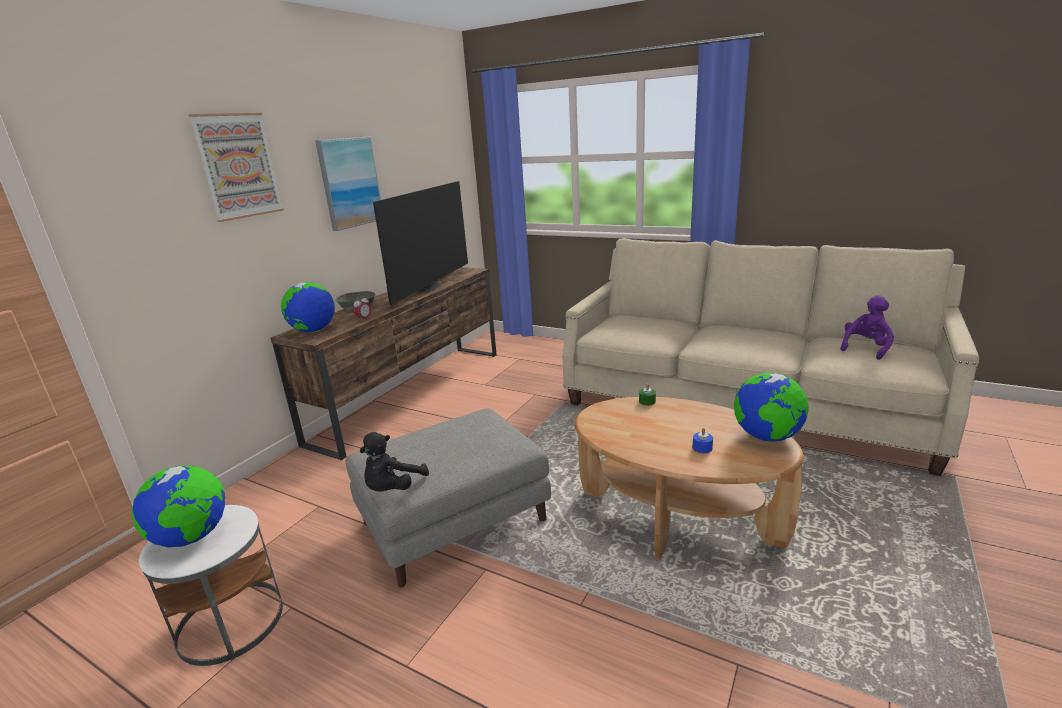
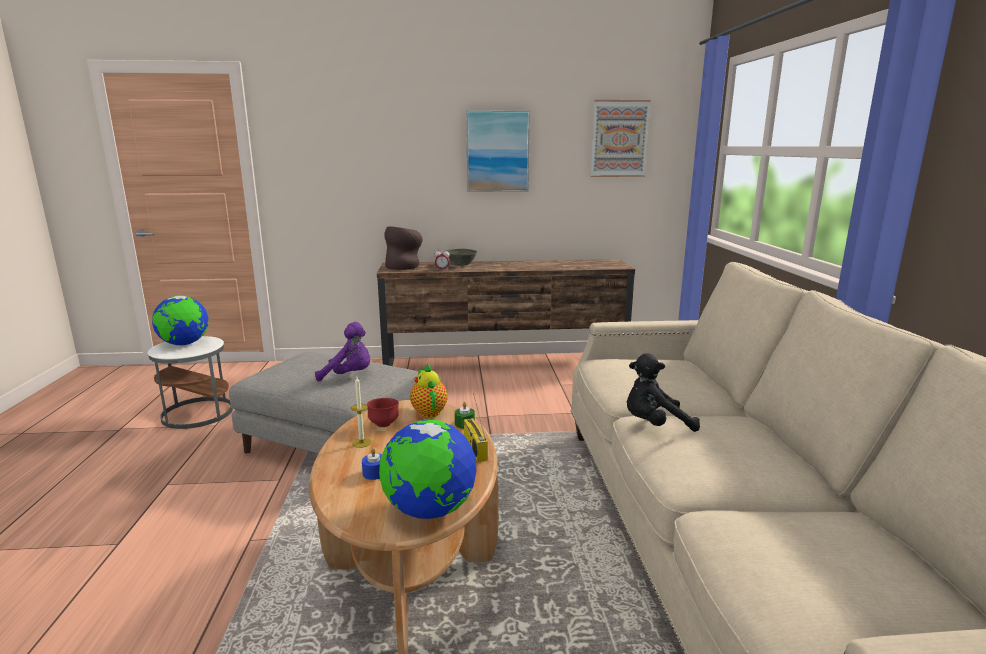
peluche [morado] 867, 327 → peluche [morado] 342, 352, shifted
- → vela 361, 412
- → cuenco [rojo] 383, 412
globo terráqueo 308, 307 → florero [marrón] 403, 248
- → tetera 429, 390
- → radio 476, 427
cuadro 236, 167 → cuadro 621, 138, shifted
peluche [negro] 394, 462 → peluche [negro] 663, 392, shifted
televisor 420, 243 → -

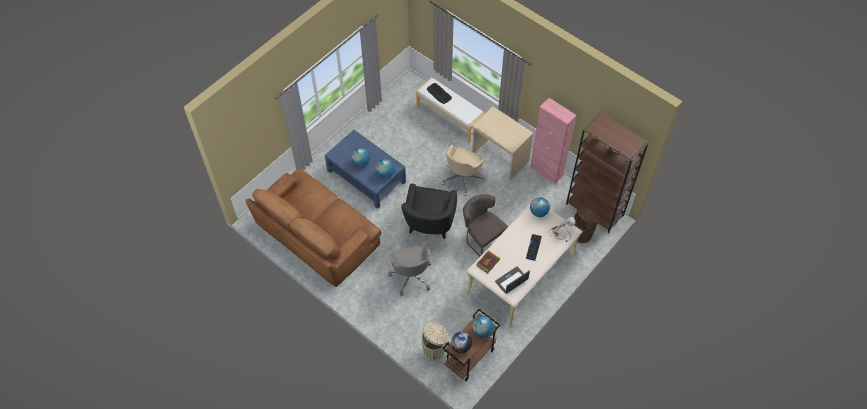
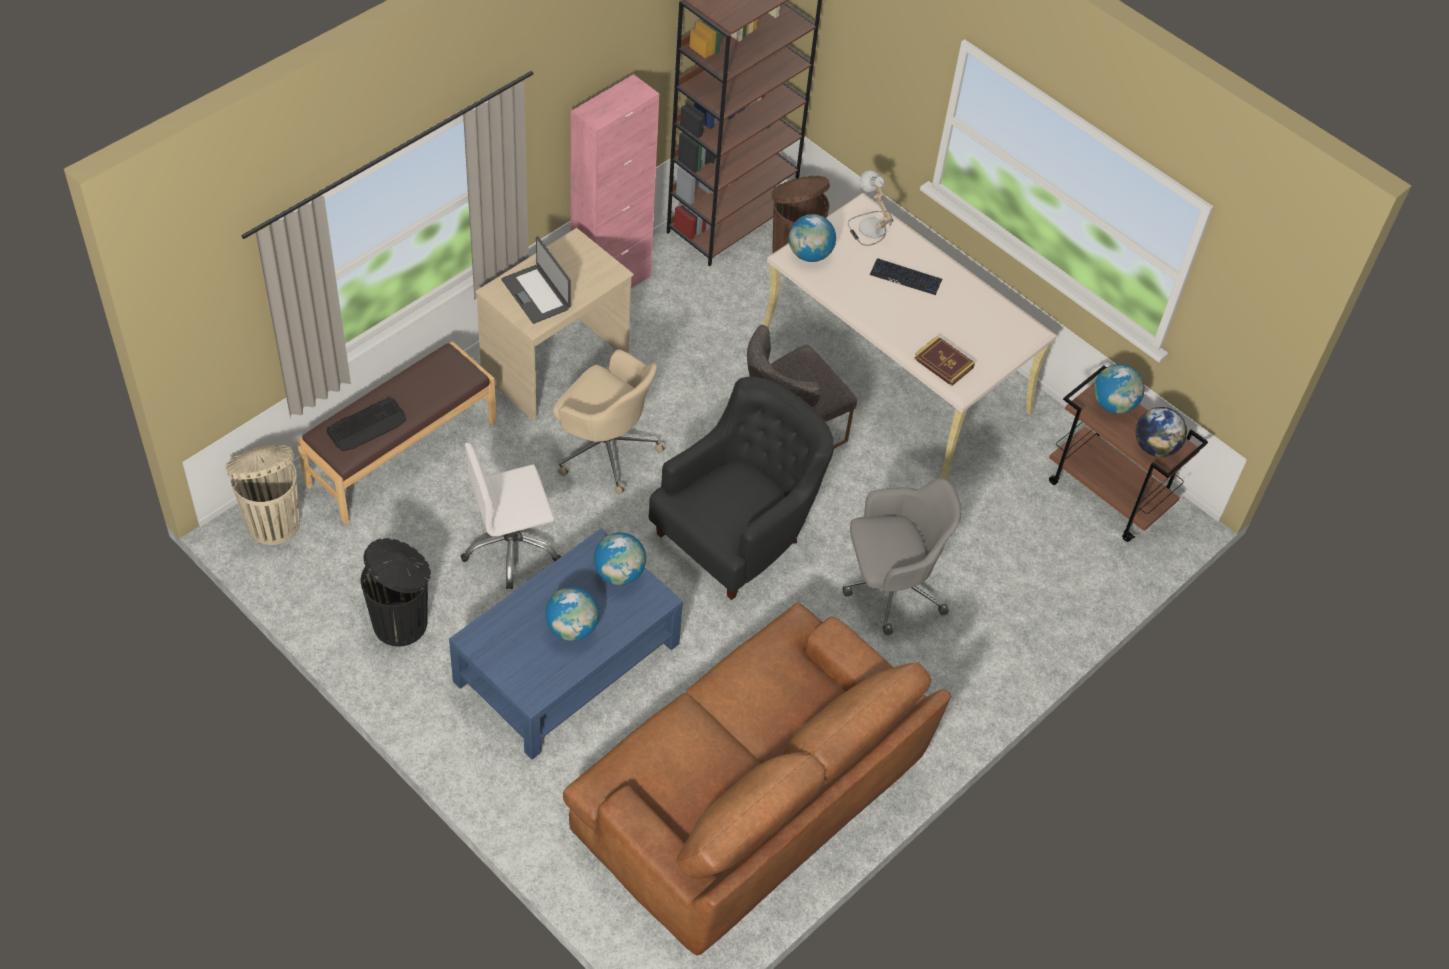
papelera [beis] 435, 341 → papelera [beis] 263, 494, shifted
banco [blanco] 450, 110 → banco [marrón] 397, 433
- → papelera [negro] 396, 592
- → silla de oficina [blanco] 511, 516
portátil 512, 280 → portátil 536, 280, shifted
sillón [negro] 429, 211 → sillón [negro] 741, 488, 60 degrees counterclockwise

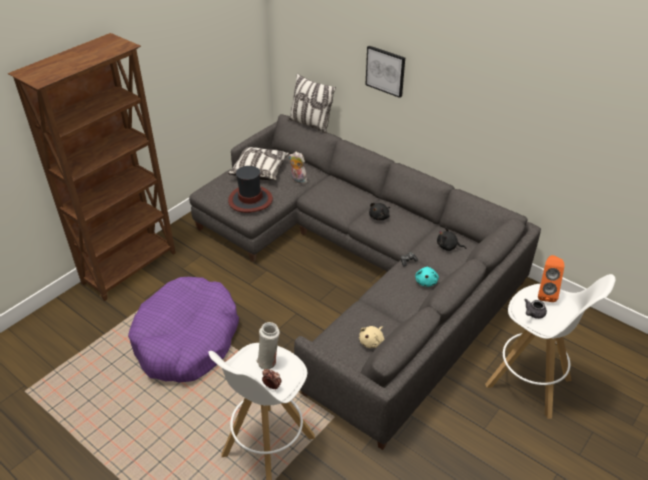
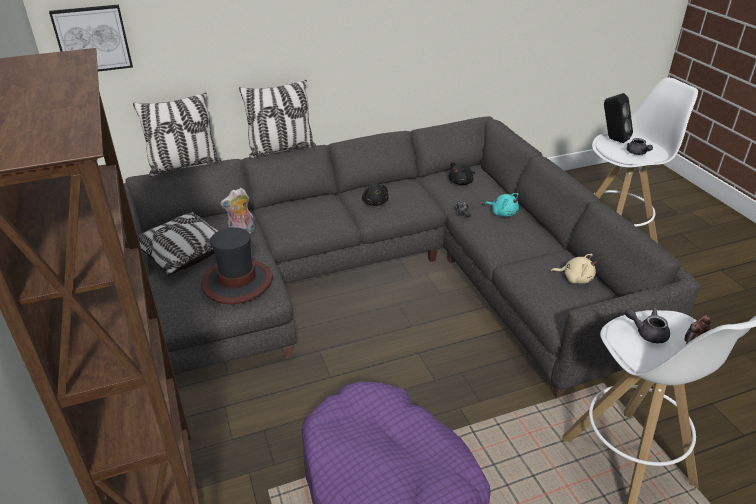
cuadro 385, 72 → cuadro 91, 38, shifted
- → cojín 277, 119
peluche [beis] 371, 337 → peluche [beis] 573, 269, 45 degrees counterclockwise
altavoz [naranja] 551, 278 → altavoz [negro] 618, 118
florero [blanco] 268, 346 → tetera [gris] 647, 325

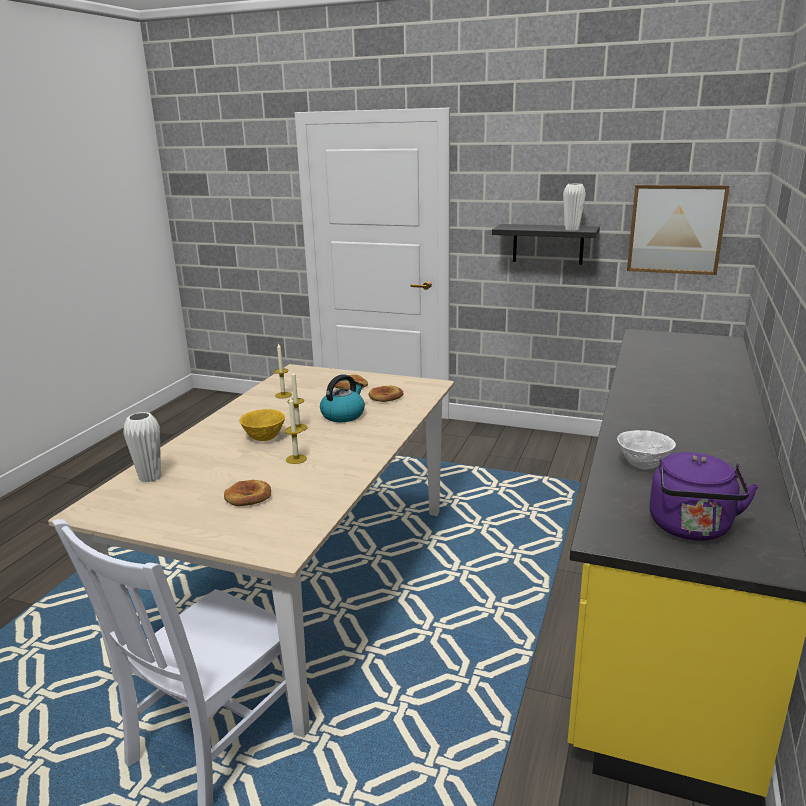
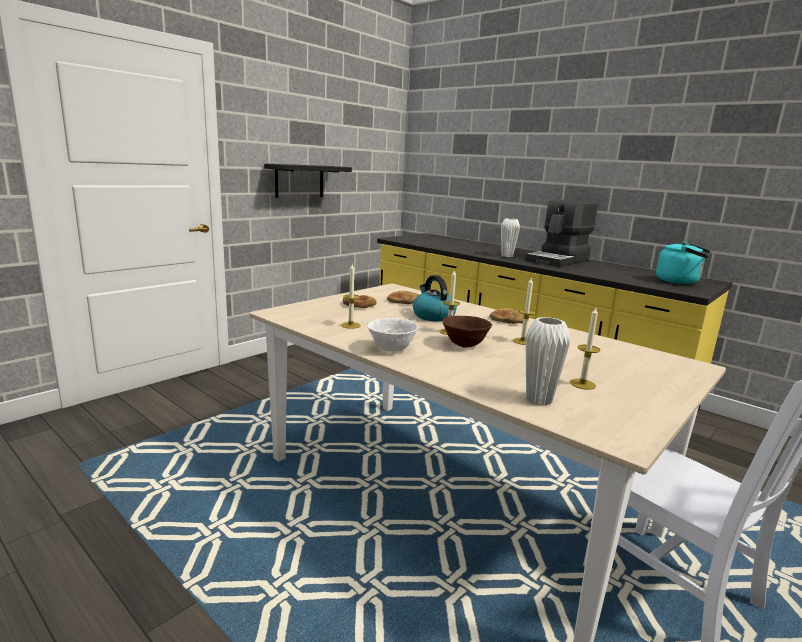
cuenco [blanco] 646, 450 → cuenco [blanco] 392, 334, shifted
cuenco [amarillo] 262, 425 → cuenco [marrón] 467, 332
pan 247, 493 → pan 506, 316, shifted
florero [blanco] 574, 207 → florero [blanco] 510, 237, shifted
- → cafetera 561, 233
- → vela 585, 348
hervidor [morado] 704, 496 → hervidor [turquesa] 683, 263
cuadro 678, 230 → -

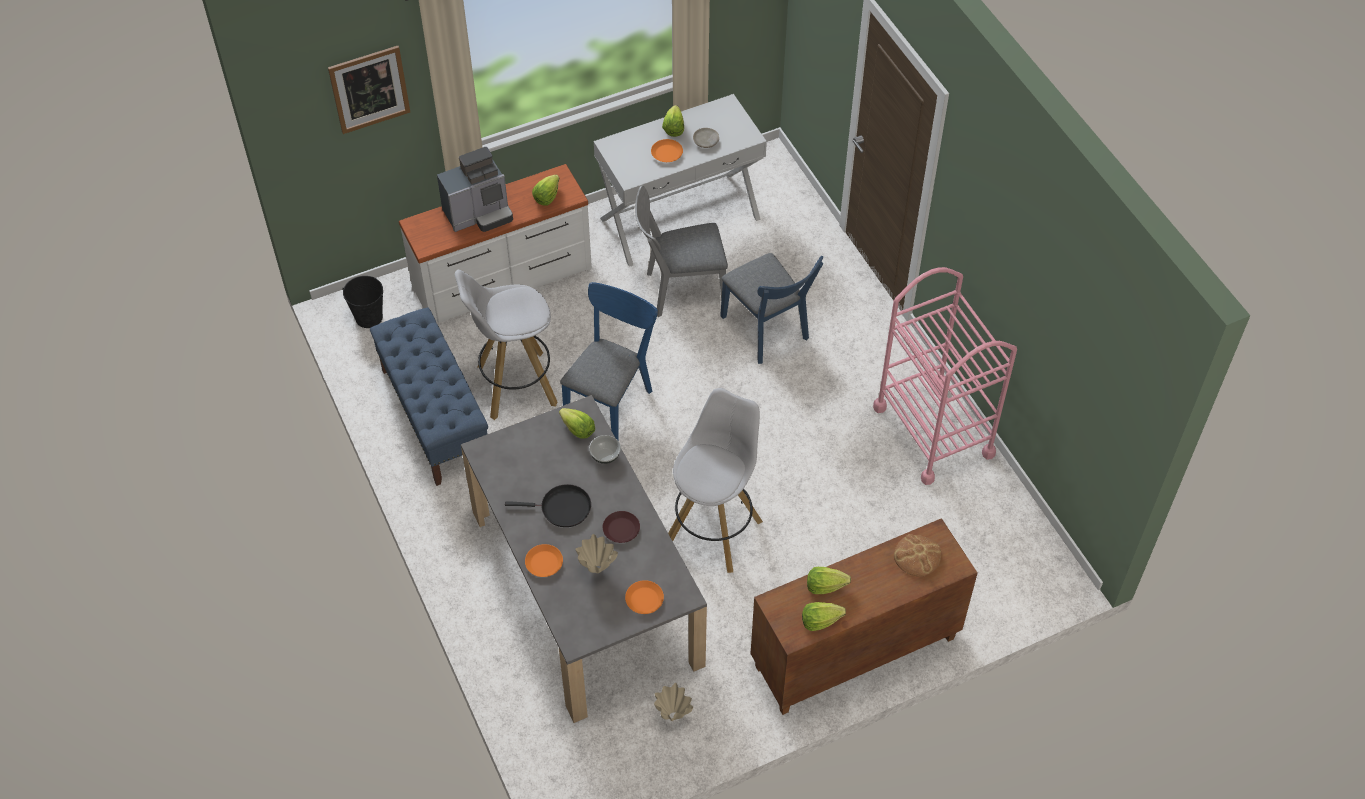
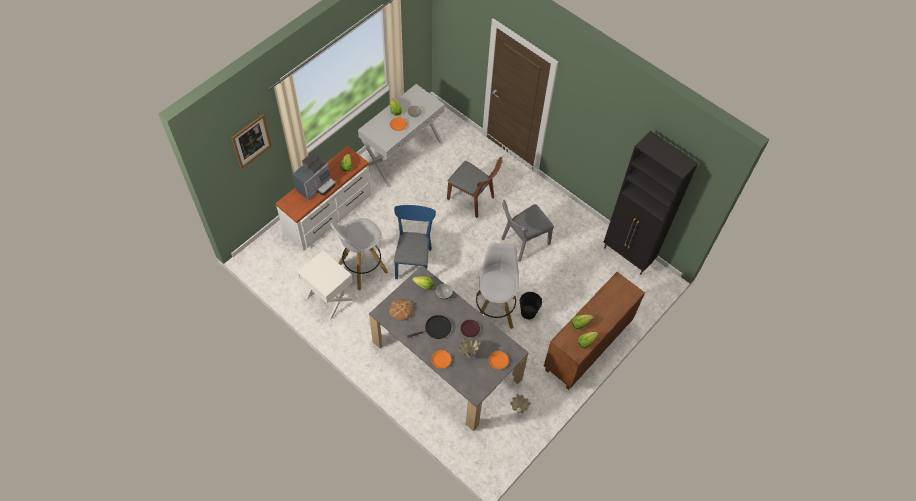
banco [azul] 429, 397 → mesita de noche [blanco] 326, 285
pan 917, 555 → pan 401, 310, shifted
silla [azul] 771, 308 → silla [marrón] 475, 187
silla [gris] 681, 251 → silla [gris] 528, 231, shifted
cubo [negro] 362, 302 → cubo [negro] 531, 305, shifted
- → armario [negro] 651, 203
carrito [rosa] 945, 376 → -

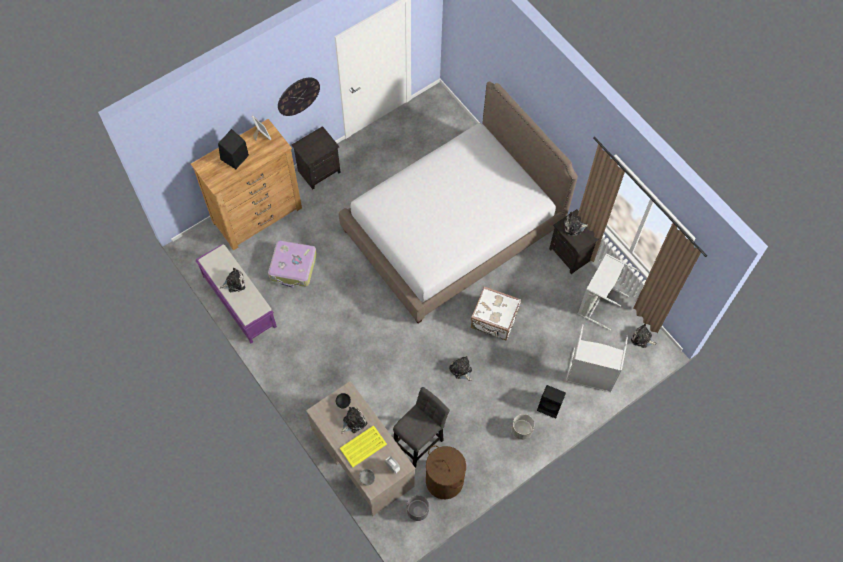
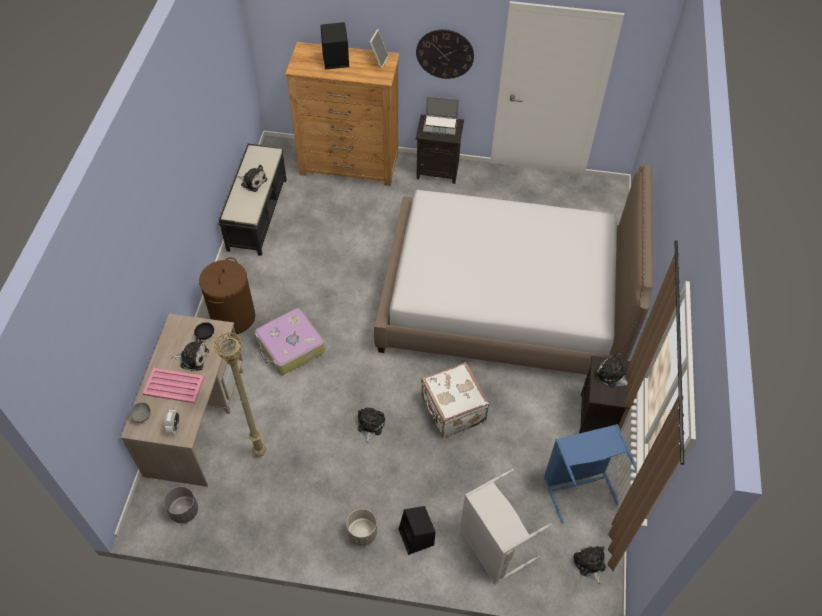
bandeja [amarillo] 363, 446 → bandeja [rosa] 173, 385
cesto de la ropa [marrón] 446, 472 → cesto de la ropa [marrón] 227, 295, shifted
taburete [gris] 421, 427 → lámpara de pie [beis] 239, 394
banco [morado] 236, 293 → banco [negro] 252, 200
maleta 292, 264 → maleta 290, 341, shifted
- → portátil 441, 115
cesto de la ropa [gris] 609, 292 → cesto de la ropa [azul] 590, 474

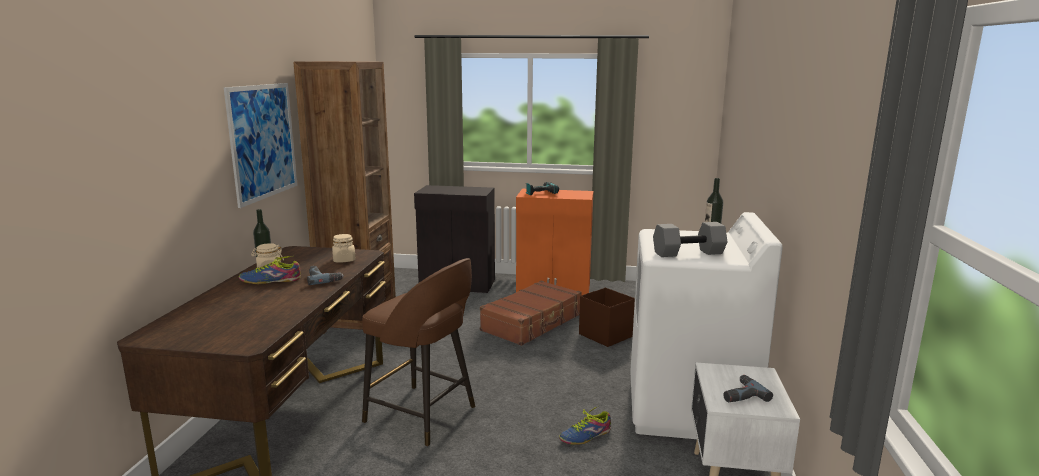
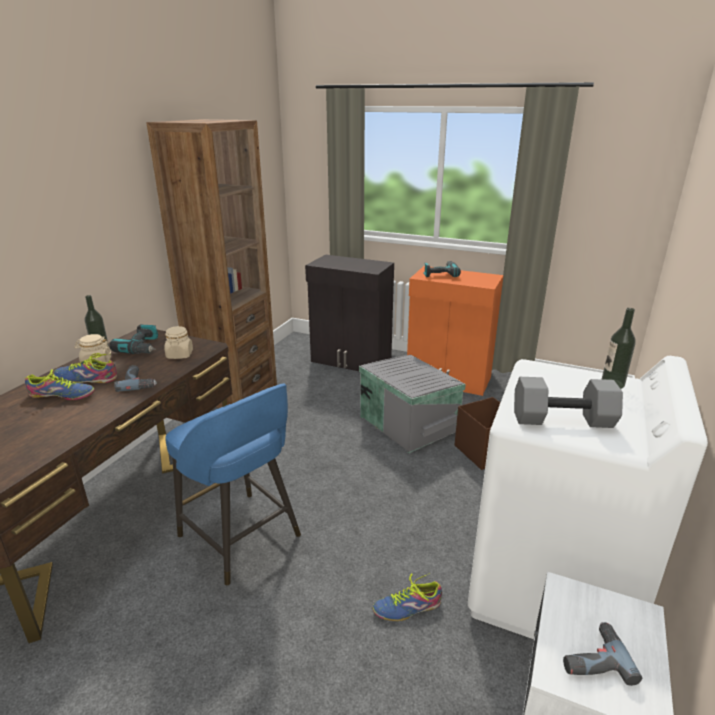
- → zapato 60, 384
- → taladro 133, 339
taburete [marrón] 418, 352 → taburete [azul] 233, 484
maleta [marrón] 531, 313 → caja de almacenaje [gris] 412, 404
cuadro 260, 145 → -

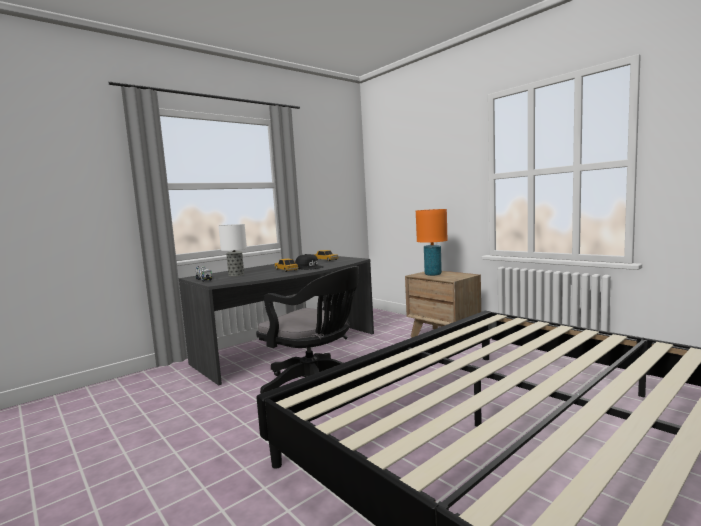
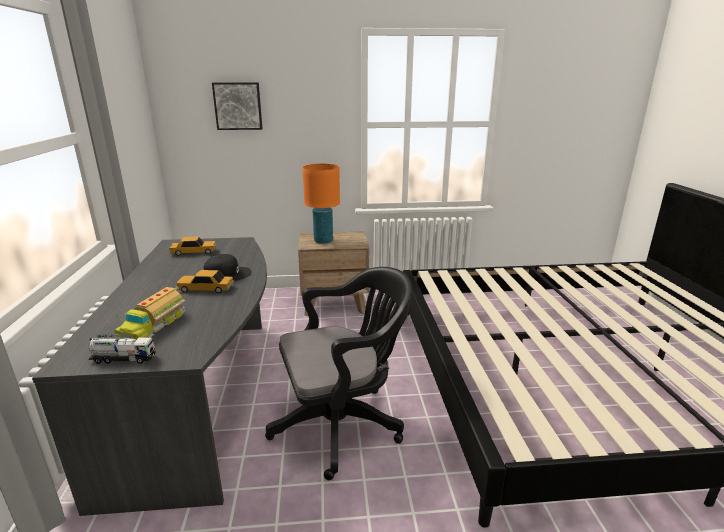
lámpara de mesa 233, 250 → camión de juguete 150, 313
- → cuadro 237, 106

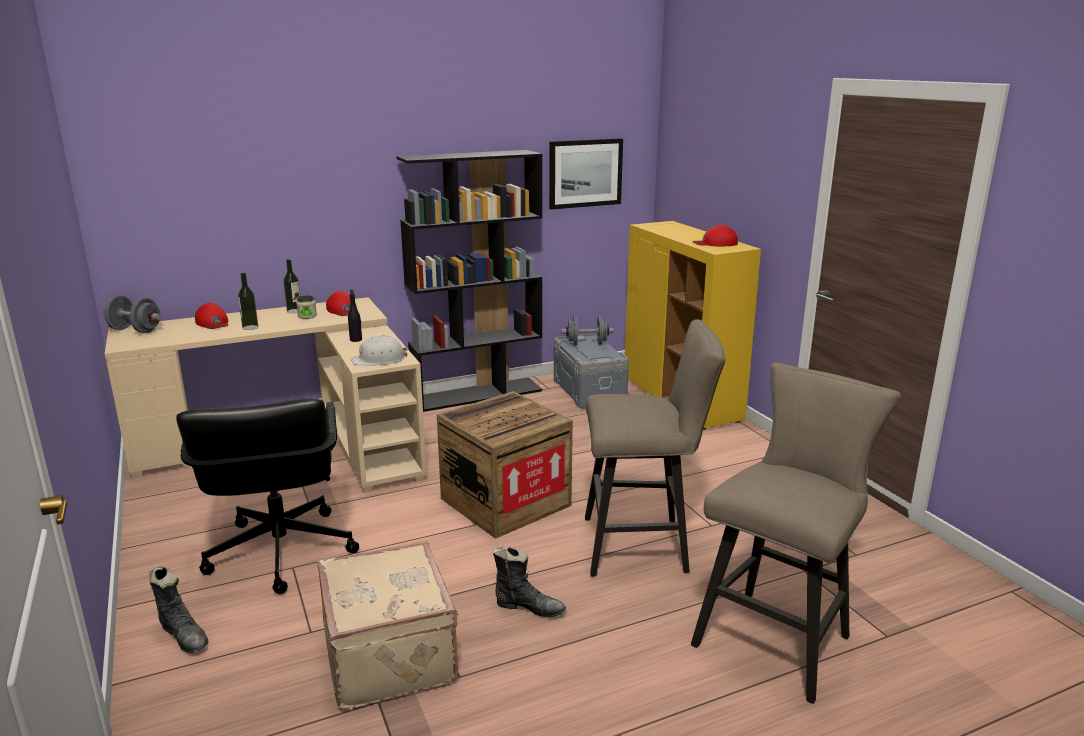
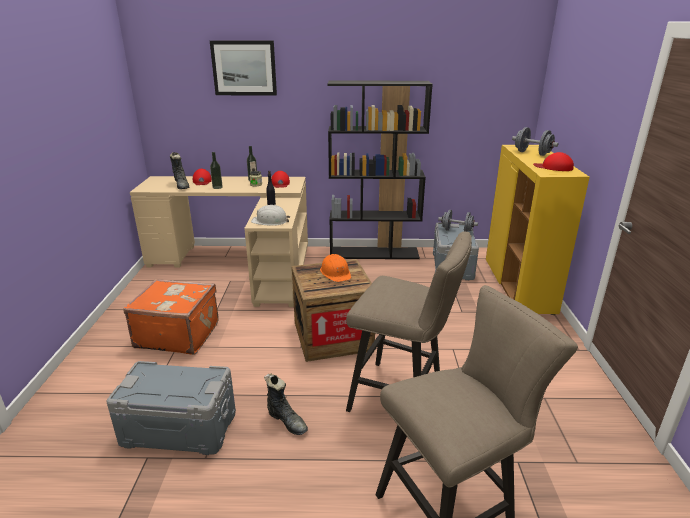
maleta [beis] 388, 626 → caja de almacenaje [gris] 171, 408
silla de oficina [negro] 267, 496 → maleta [naranja] 171, 317
bota [negro] 178, 609 → bota [negro] 179, 170, shifted
cuadro 586, 174 → cuadro 243, 68, shifted
- → casco [naranja] 335, 268
mancuerna [gris] 132, 314 → mancuerna [gris] 535, 141, shifted

